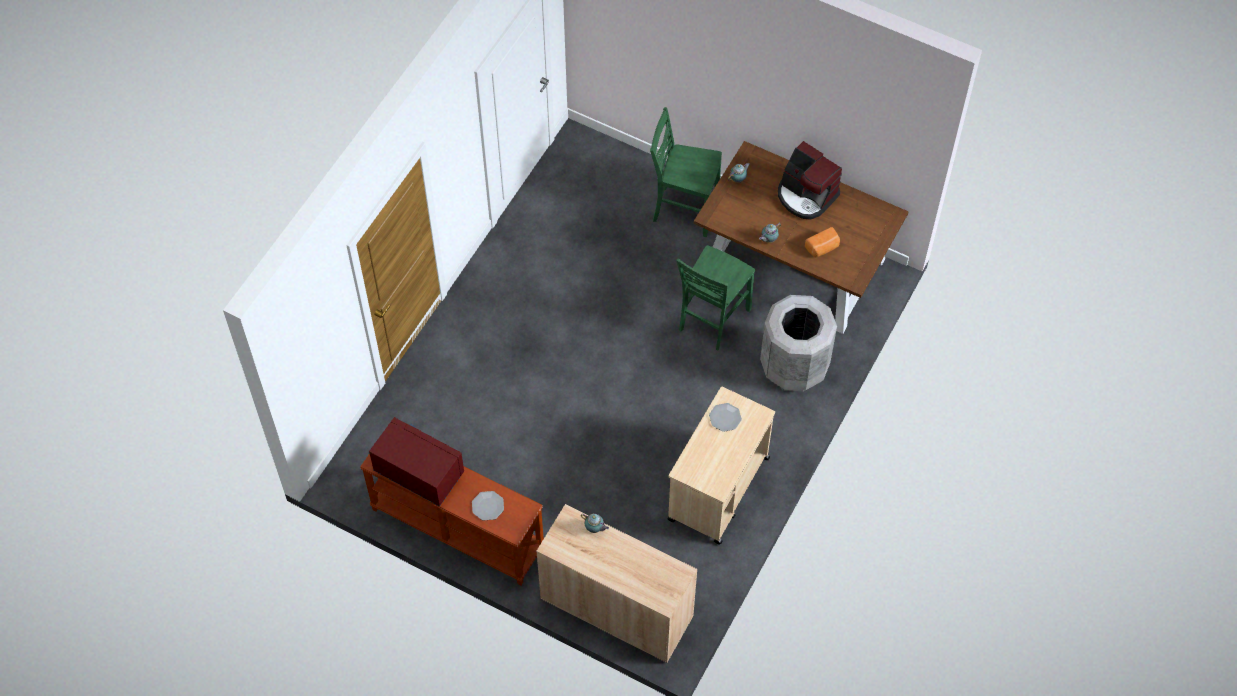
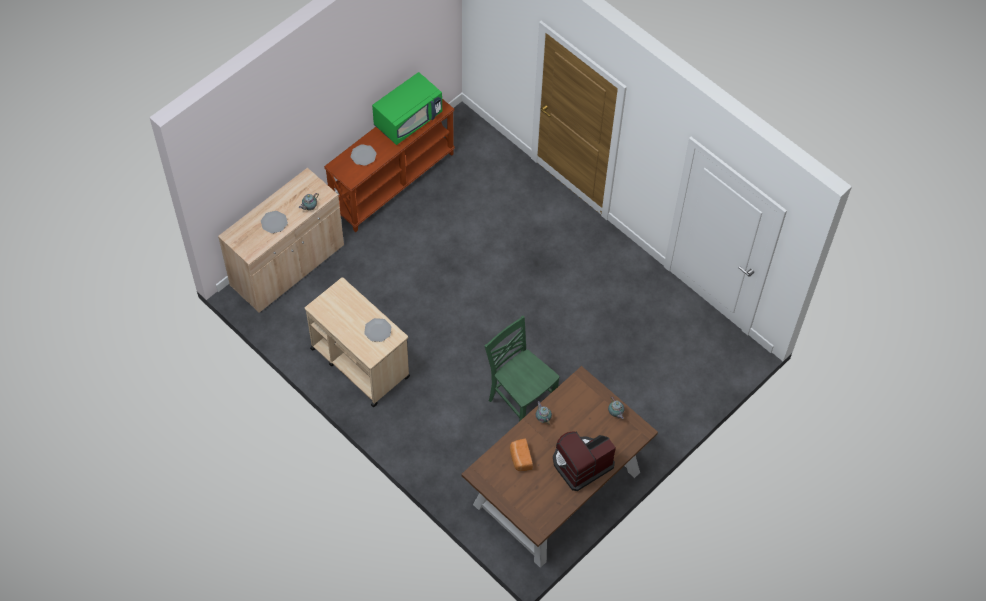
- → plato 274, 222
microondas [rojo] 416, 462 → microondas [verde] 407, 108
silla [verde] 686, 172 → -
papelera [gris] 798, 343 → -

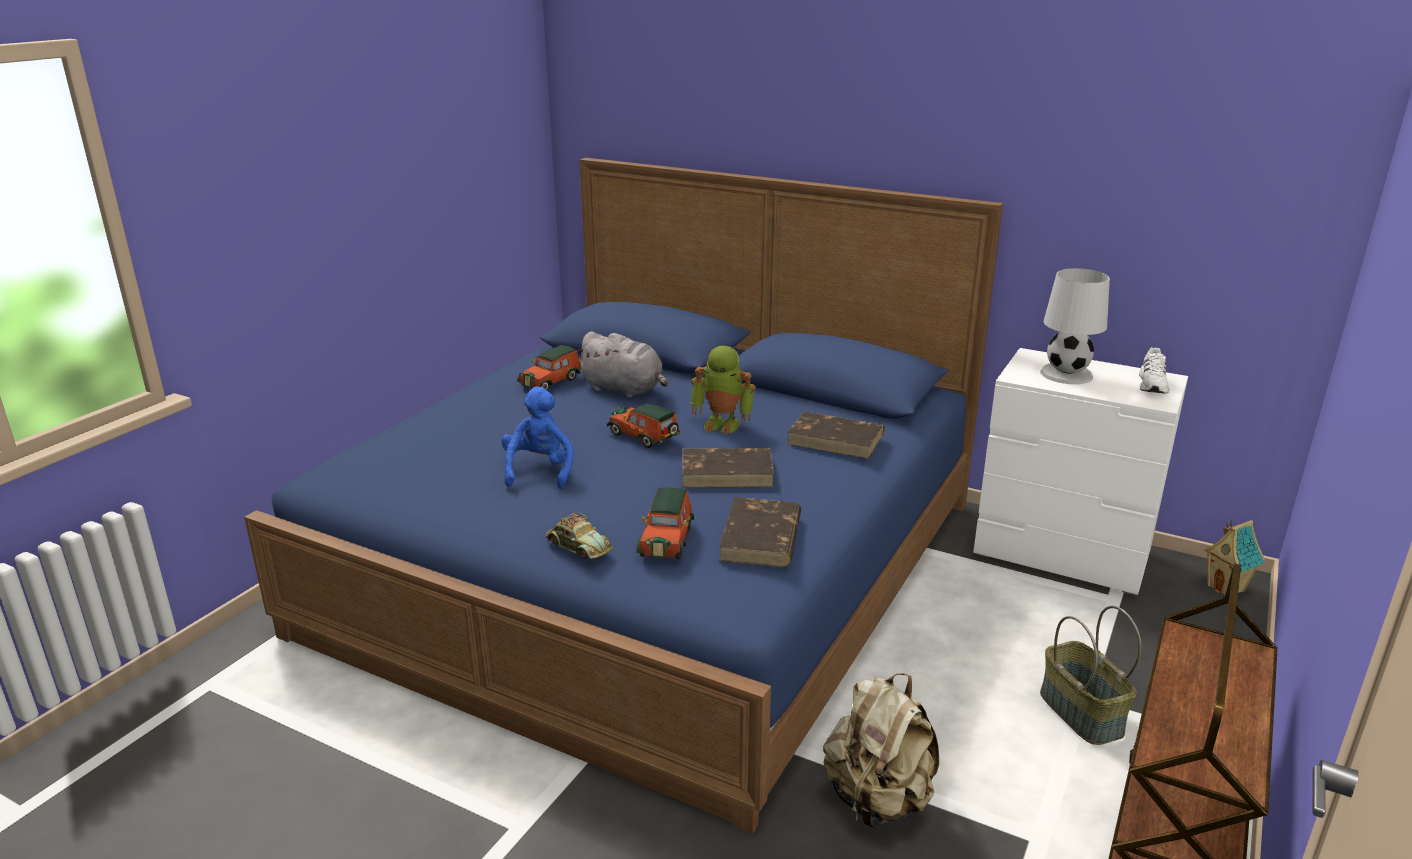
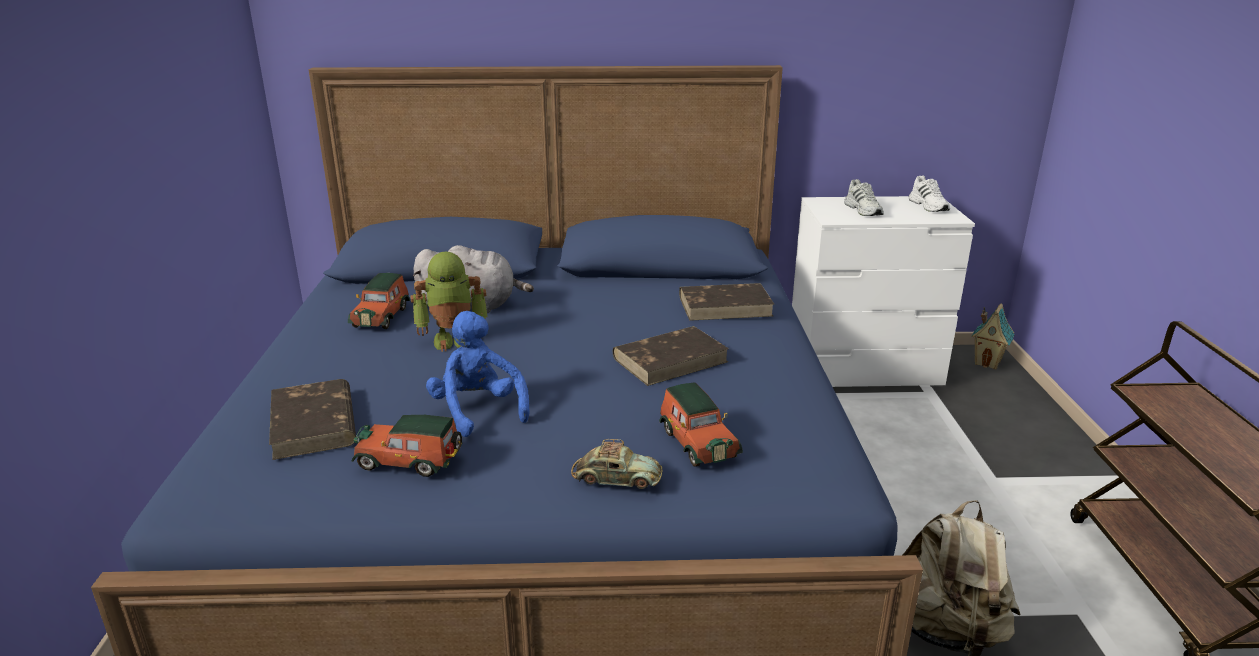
libro [marrón] 760, 532 → libro [marrón] 312, 419, shifted
coche de juguete 643, 426 → coche de juguete 406, 446, shifted
robot de juguete 723, 390 → robot de juguete 448, 302, shifted
lámpara de mesa [blanco] 1075, 326 → zapato [blanco] 864, 197
cesta 1090, 675 → -

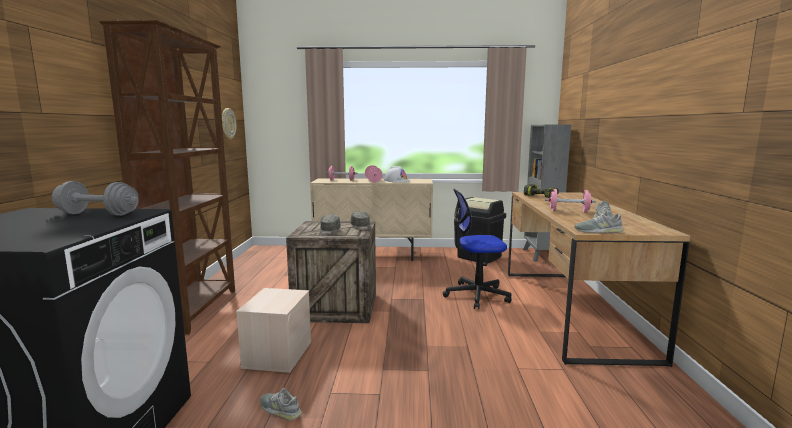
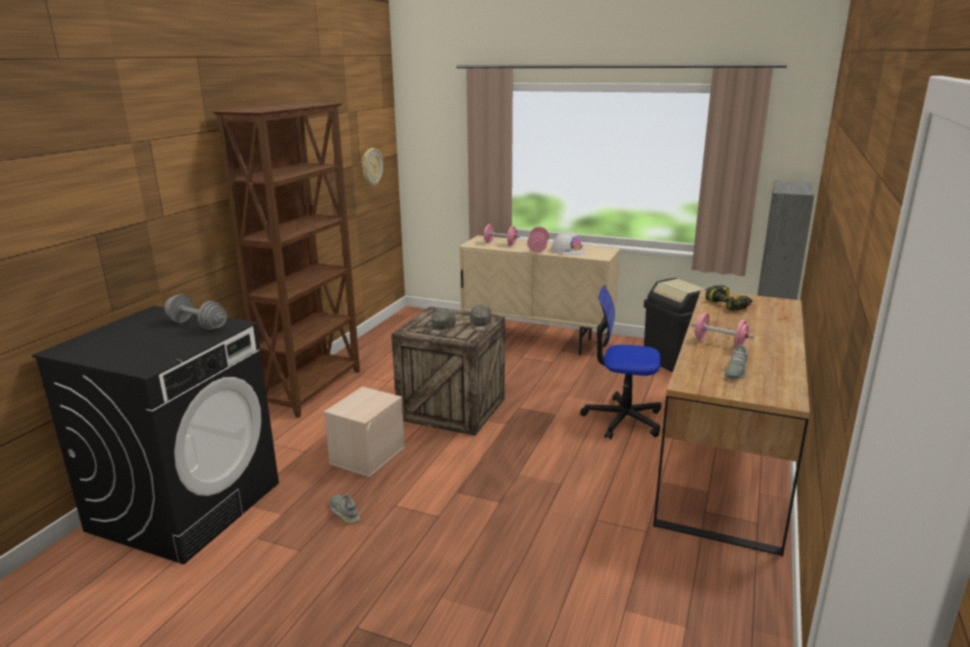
zapato [gris] 599, 221 → -

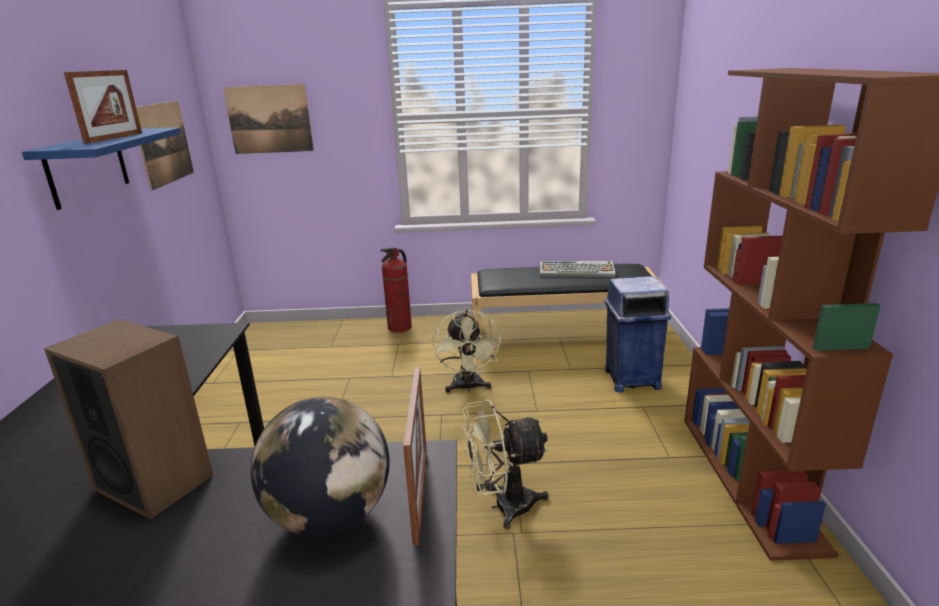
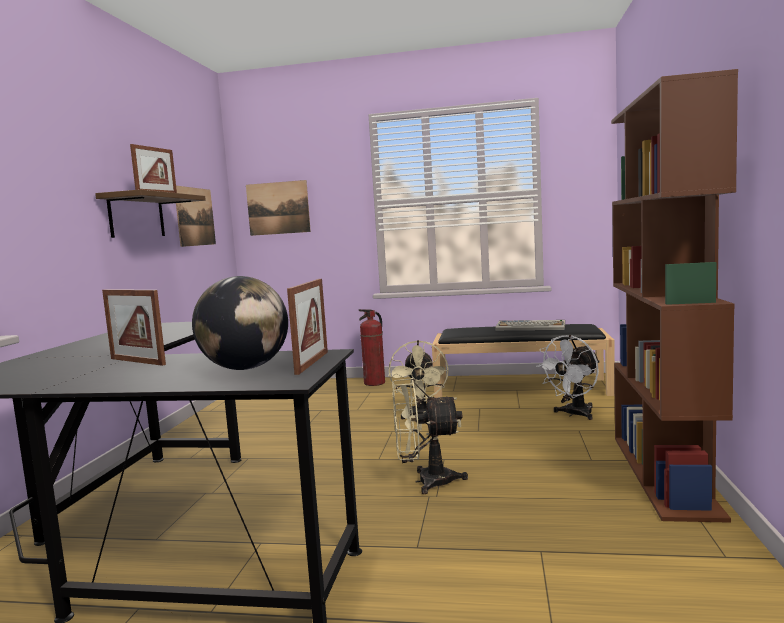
estante [azul] 101, 168 → estante [marrón] 150, 213
altavoz 128, 419 → portarretratos 134, 327
papelera [azul] 637, 334 → ventilador [blanco] 568, 377

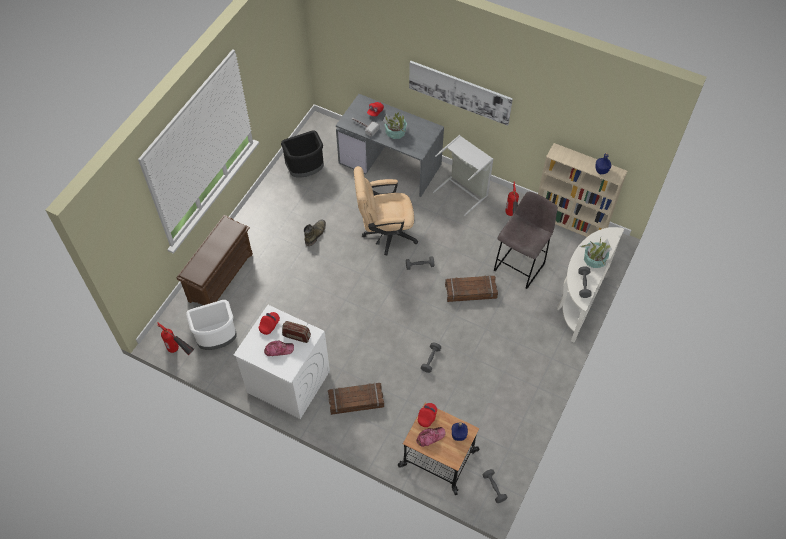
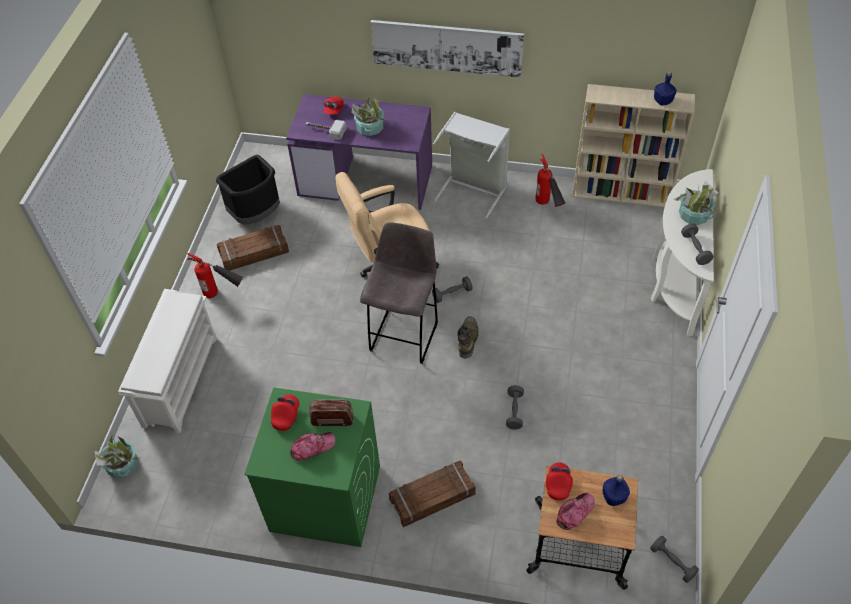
- → planta en maceta 117, 456
zapatero [marrón] 214, 260 → zapatero [blanco] 167, 361
extintor 175, 339 → extintor 215, 275, shifted
caja de embalaje 471, 288 → caja de embalaje 253, 248, shifted
lavadora [blanco] 282, 362 → lavadora [verde] 312, 467
escritorio [gris] 390, 145 → escritorio [morado] 359, 152
taburete [gris] 526, 240 → taburete [gris] 399, 293, shifted
bota [verde] 315, 233 → bota [verde] 468, 337, shifted
papelera [blanco] 211, 325 → -

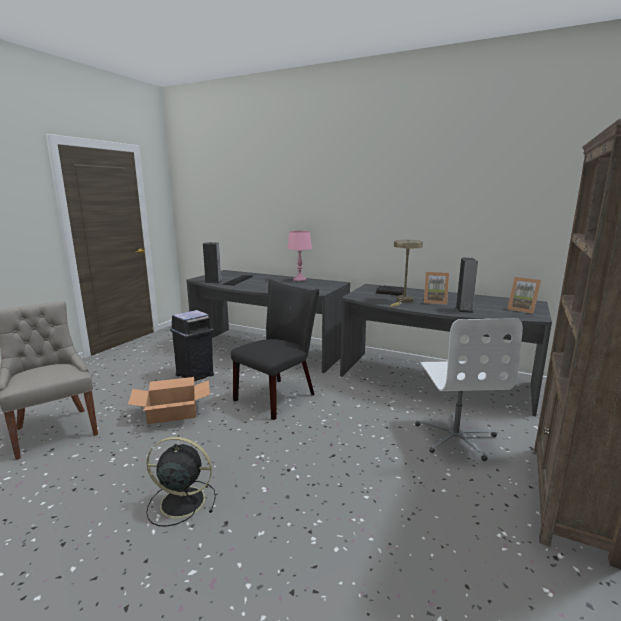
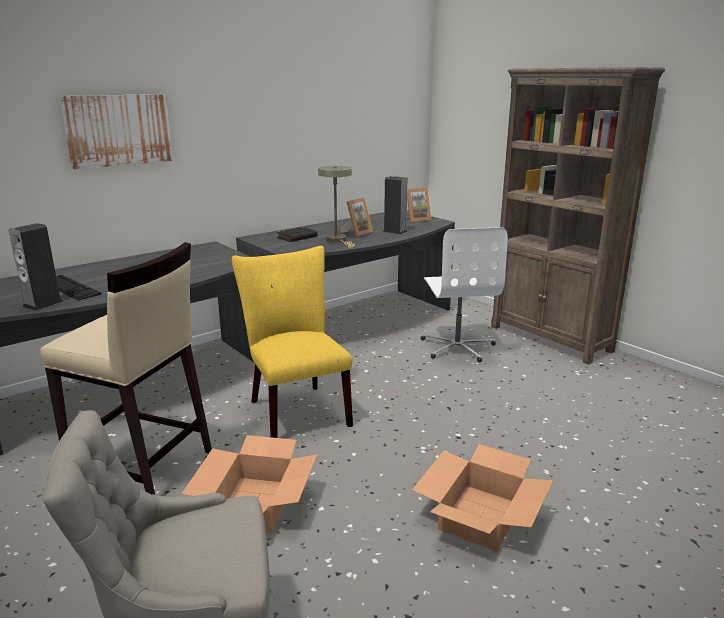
papelera [negro] 192, 345 → taburete [beis] 126, 368
- → cuadro 116, 131
silla [negro] 275, 350 → silla [amarillo] 292, 342
ventilador [negro] 181, 481 → caja de cartón 482, 497
silla de oficina [blanco] 469, 389 → silla de oficina [blanco] 464, 294, 60 degrees clockwise
lámpara de mesa [rosa] 299, 256 → -

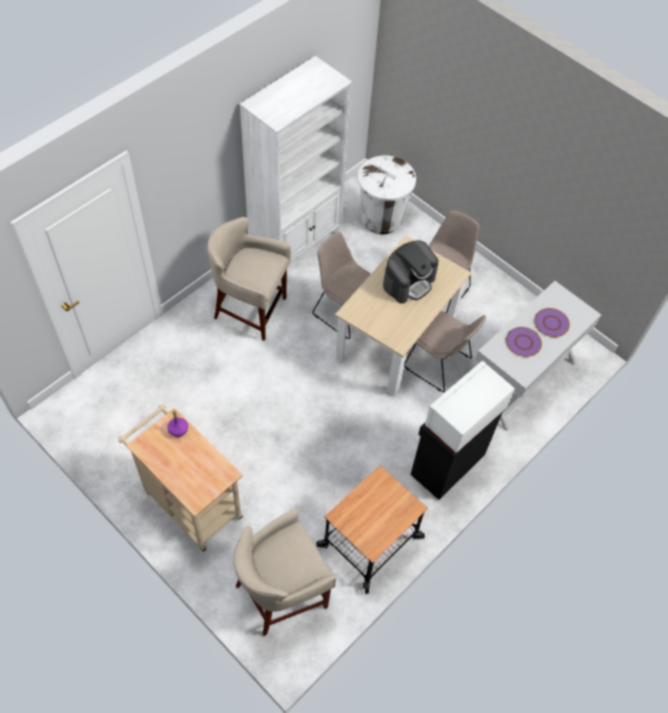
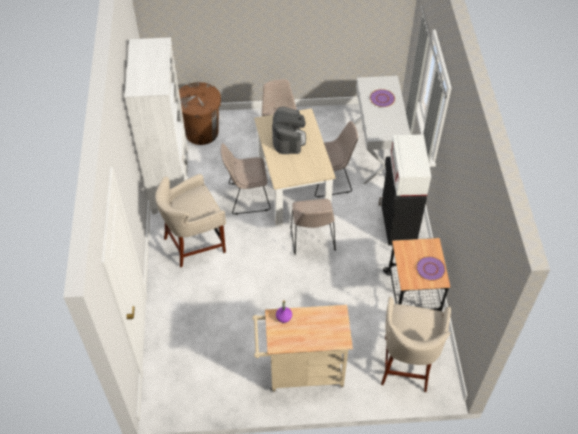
papelera [blanco] 387, 194 → papelera [marrón] 200, 113
- → silla [beis] 313, 227
plato [morado] 524, 342 → plato [morado] 431, 268, shifted

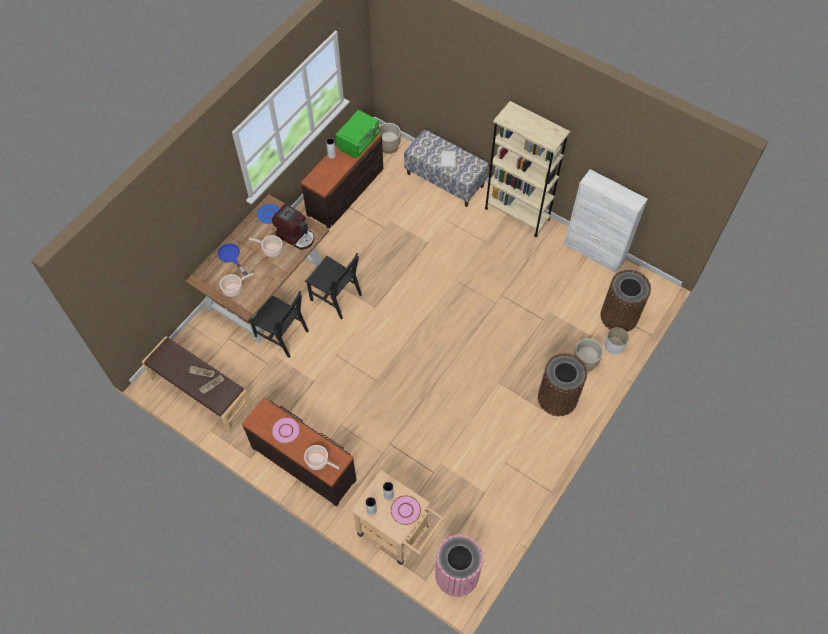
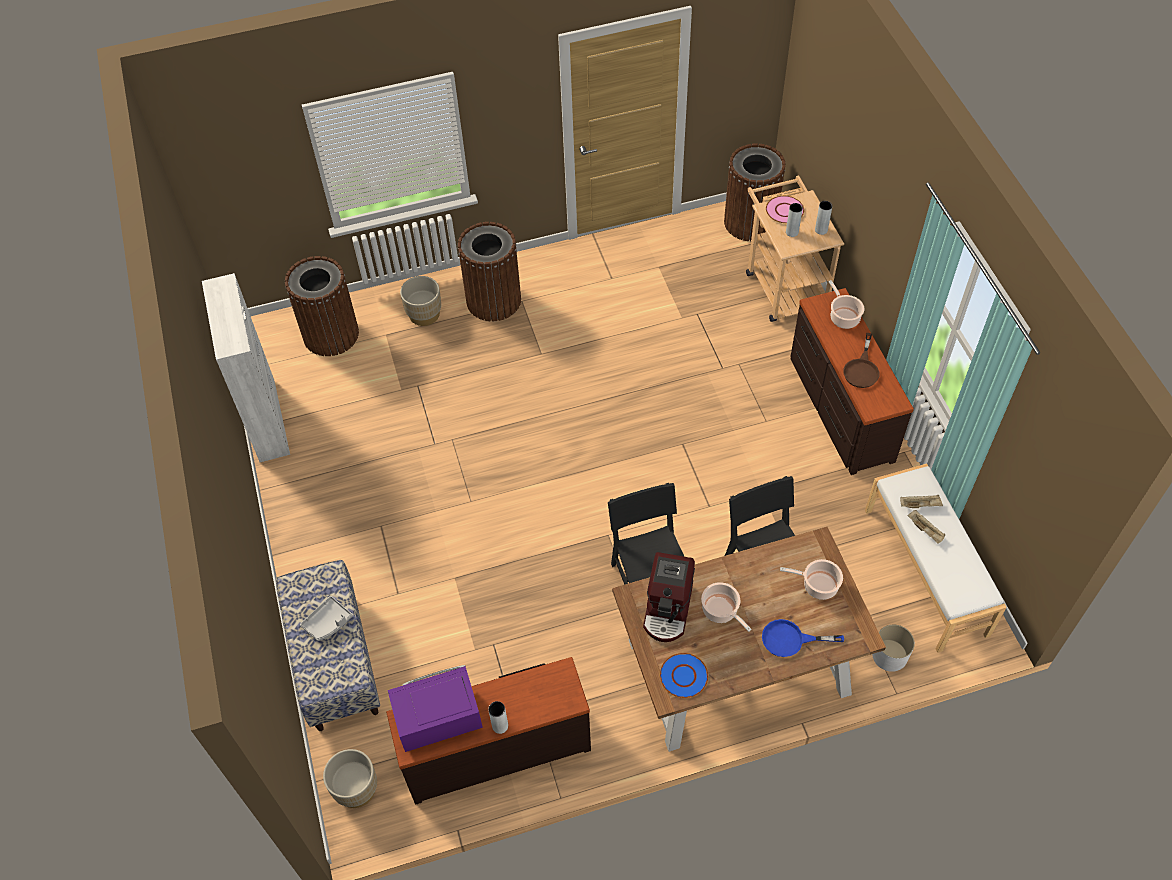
microondas [verde] 357, 134 → microondas [morado] 435, 708
cafetera 293, 227 → cafetera 669, 597, 150 degrees counterclockwise
papelera [rosa] 459, 565 → papelera [marrón] 754, 192
sartén [azul] 233, 259 → sartén [azul] 803, 638, 90 degrees clockwise
plato [rosa] 286, 430 → sartén [marrón] 861, 360
banco [marrón] 197, 384 → banco [blanco] 936, 558
maceta [blanco] 616, 340 → maceta [blanco] 893, 648, shifted
estantería [beis] 527, 169 → -

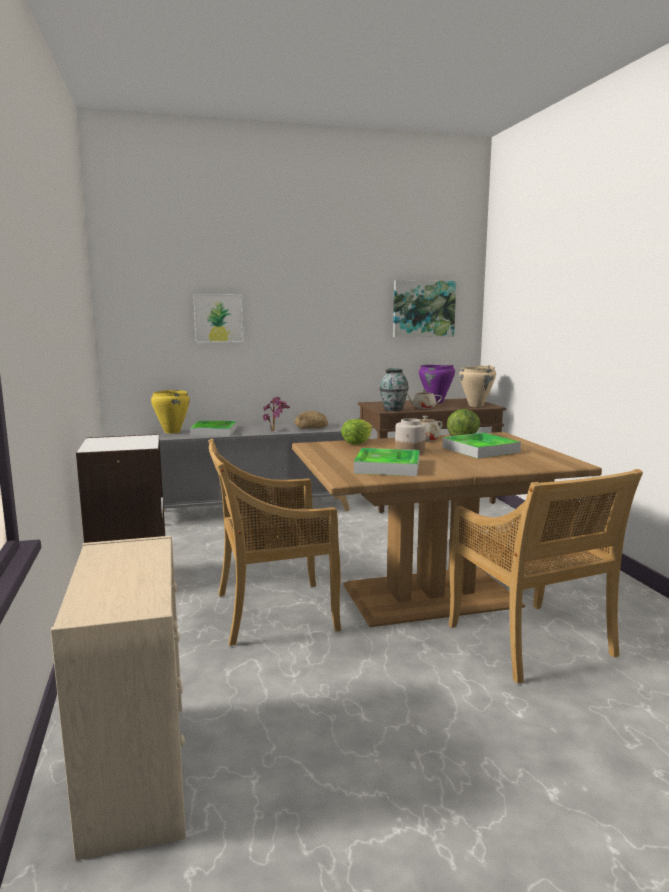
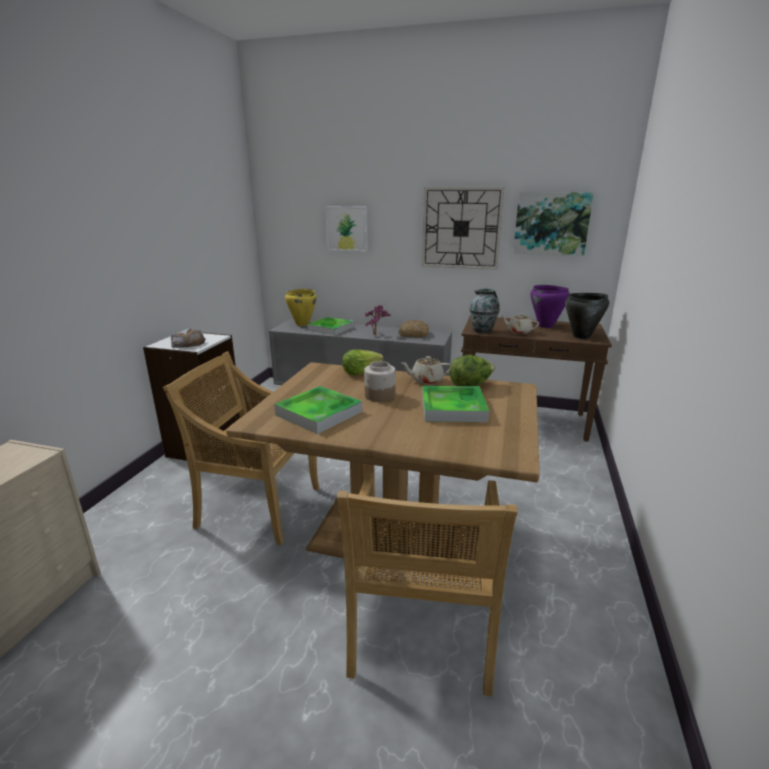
- → pan 188, 338
- → reloj de pared 463, 228
olla [beis] 477, 386 → olla [negro] 587, 316

